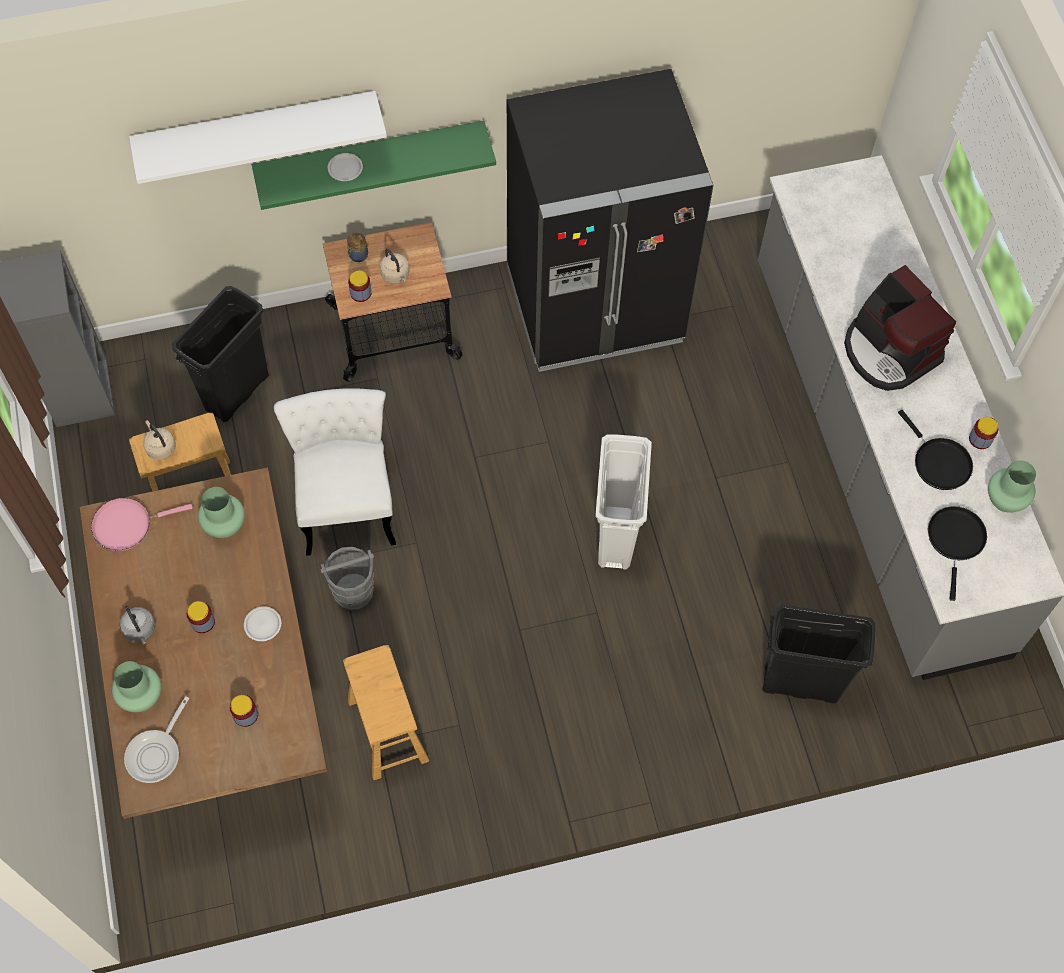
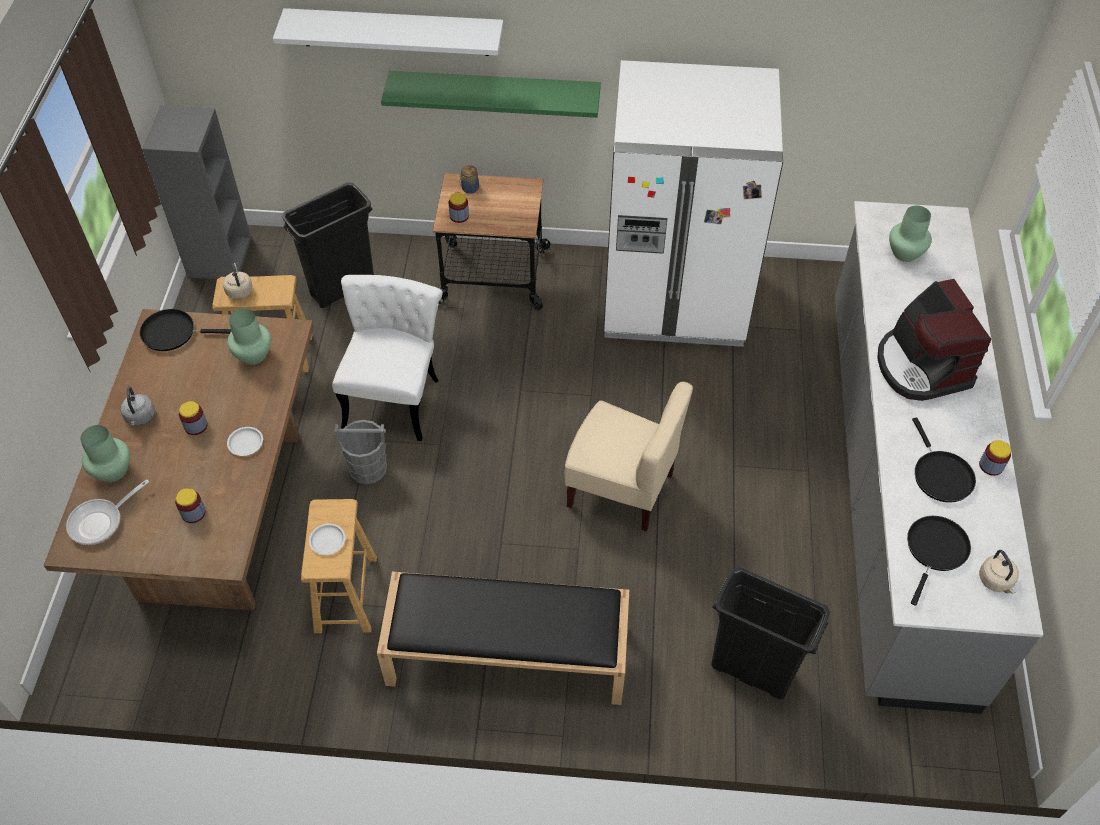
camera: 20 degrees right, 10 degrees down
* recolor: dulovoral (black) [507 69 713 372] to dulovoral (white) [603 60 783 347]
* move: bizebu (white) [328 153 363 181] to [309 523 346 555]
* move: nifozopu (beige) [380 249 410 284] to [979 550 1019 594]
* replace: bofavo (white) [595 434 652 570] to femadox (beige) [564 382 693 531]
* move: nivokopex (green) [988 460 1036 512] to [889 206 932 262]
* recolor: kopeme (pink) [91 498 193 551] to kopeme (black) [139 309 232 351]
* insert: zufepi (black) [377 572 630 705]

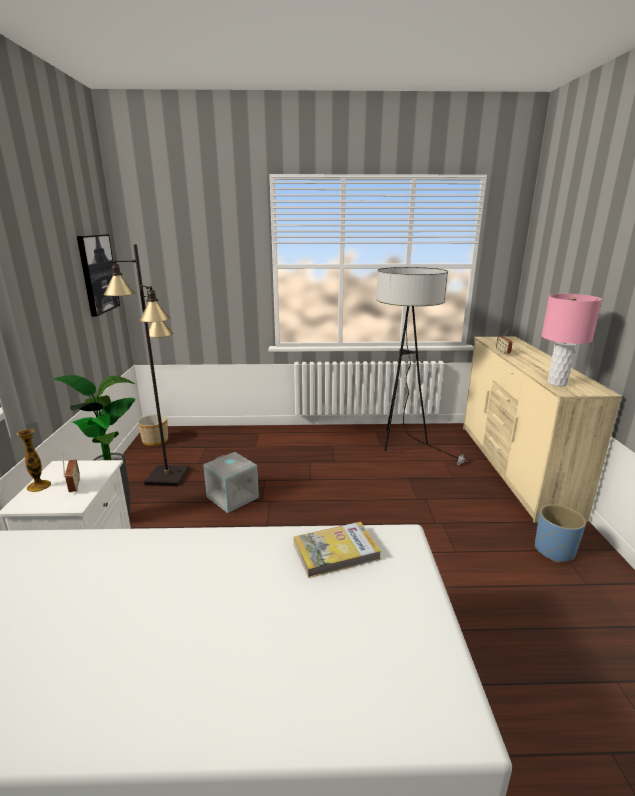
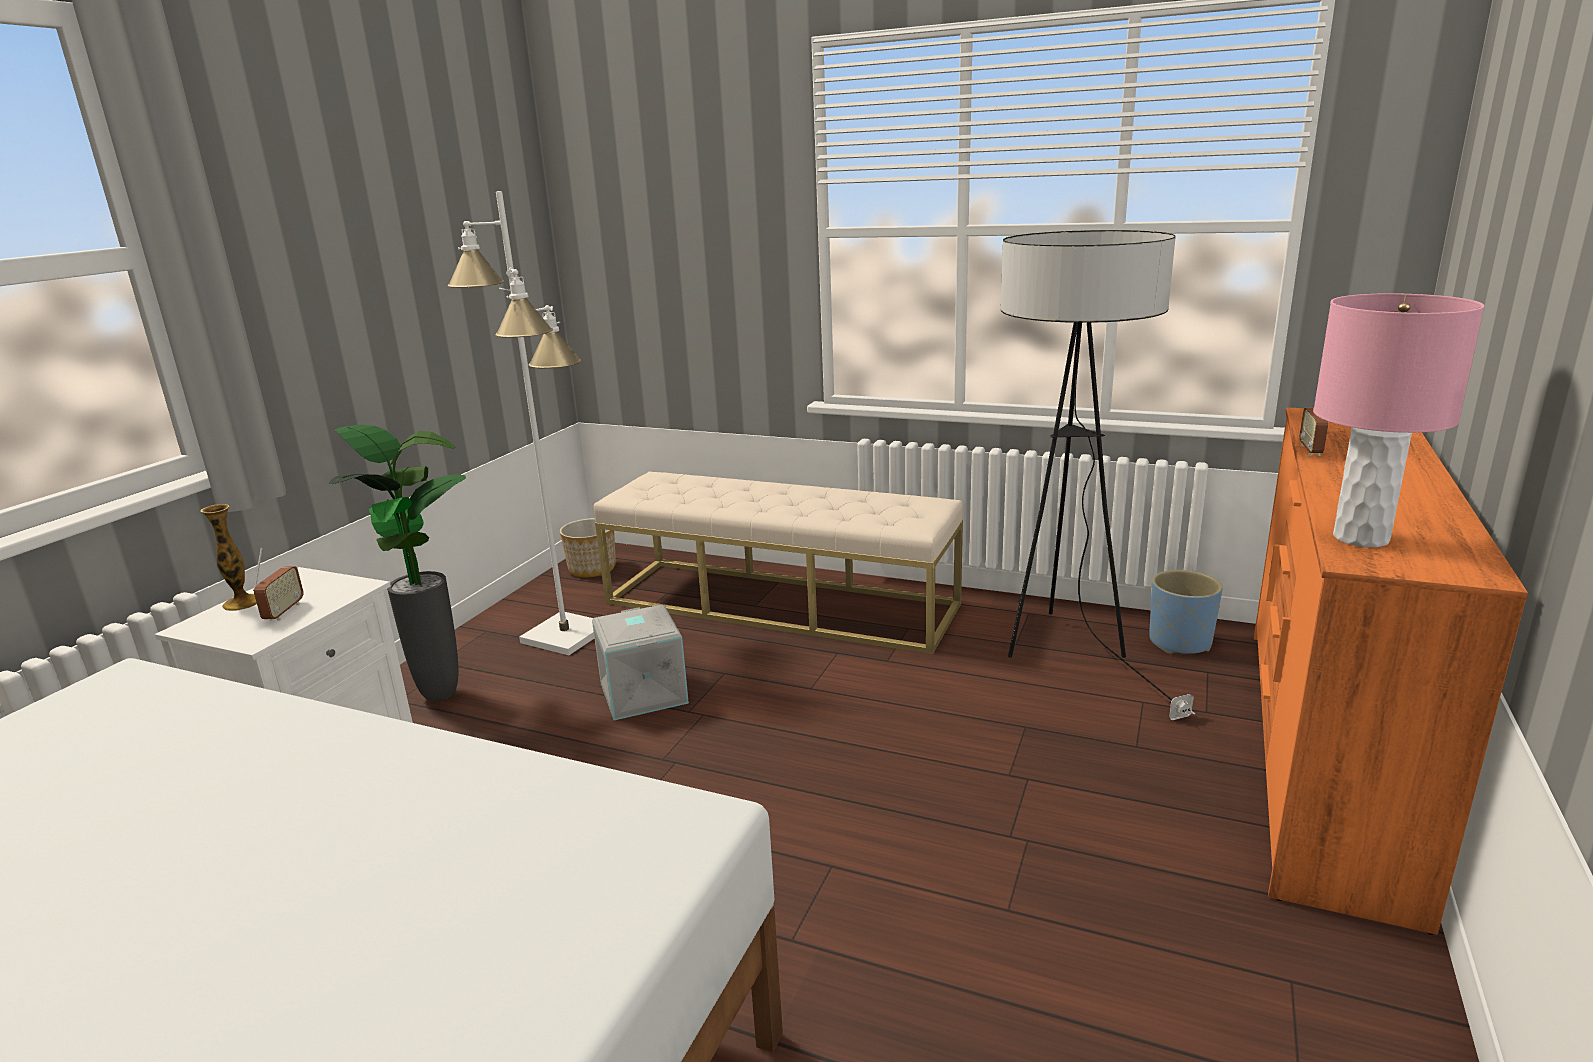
camera: 25 degrees right, 0 degrees up
* delete: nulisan [77 234 120 316]
* recolor: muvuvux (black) [104 244 189 486] to muvuvux (white) [448 191 594 655]
* recolor: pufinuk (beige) [463 337 622 523] to pufinuk (orange) [1254 407 1528 935]
* move: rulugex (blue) [535 504 586 563] to [1149 570 1223 654]
* delete: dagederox [294 522 381 578]
* insert: zufepi (beige) [593 472 963 655]

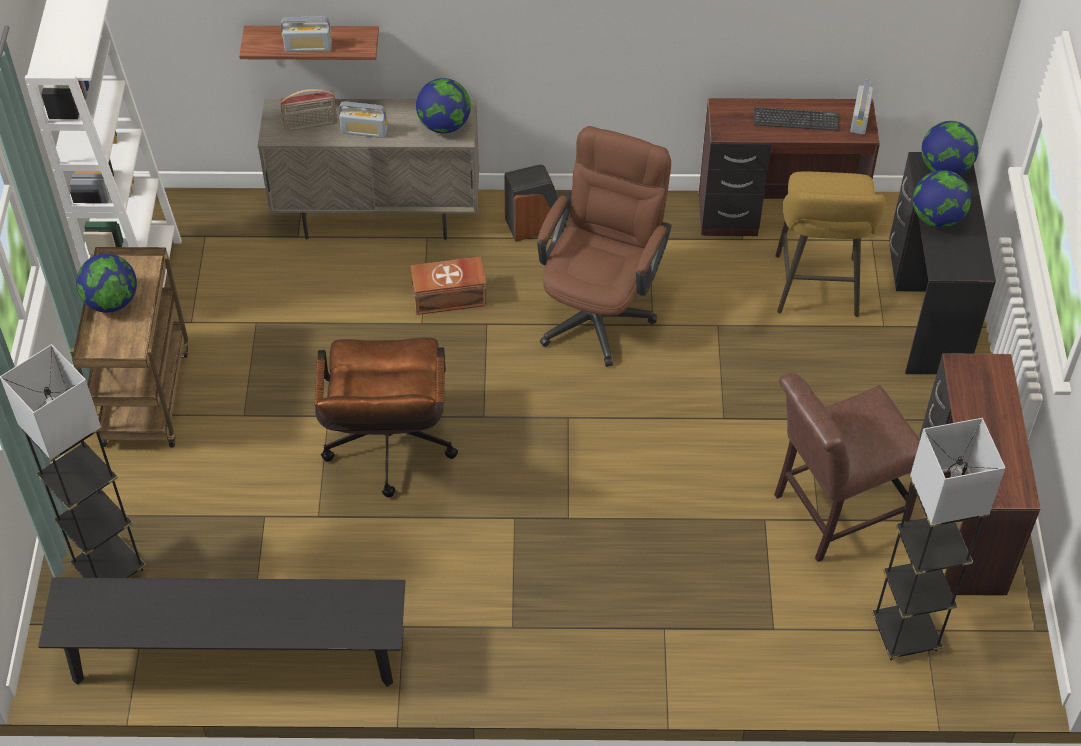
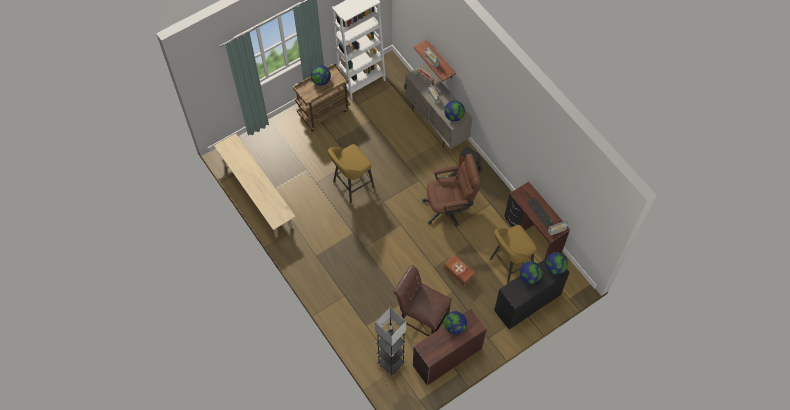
camera: 55 degrees right, 10 degrees up
* move: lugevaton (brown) [410 256 487 315] to [444 255 474 287]
* replace: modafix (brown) [315 337 458 498] to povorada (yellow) [328 144 375 203]
* delete: muvuvux (grey) [0 344 146 578]
* recolor: zufepi (black) [38 578 405 687] to zufepi (beige) [214 133 296 238]
* insert: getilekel [444 311 467 334]

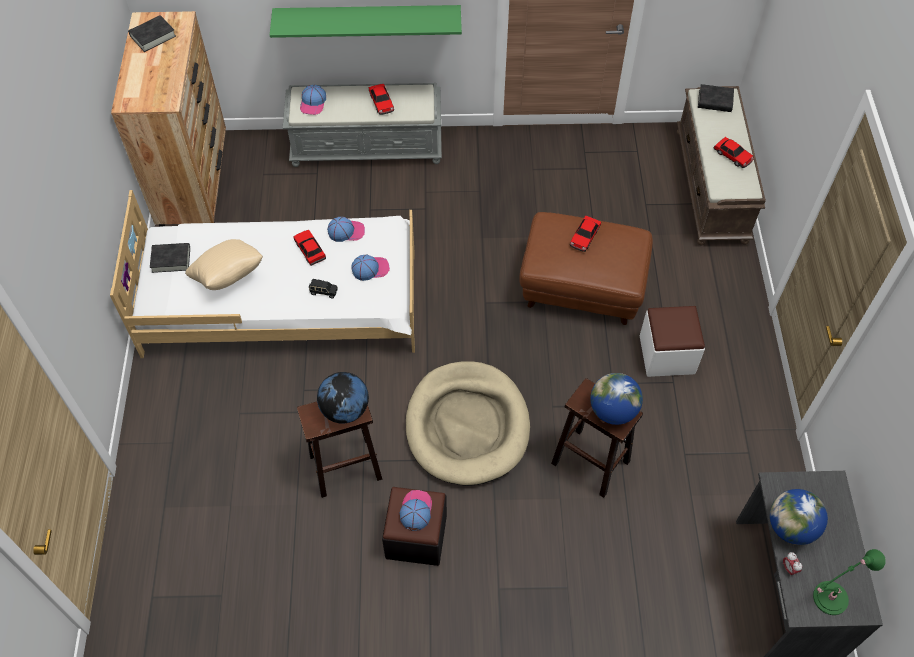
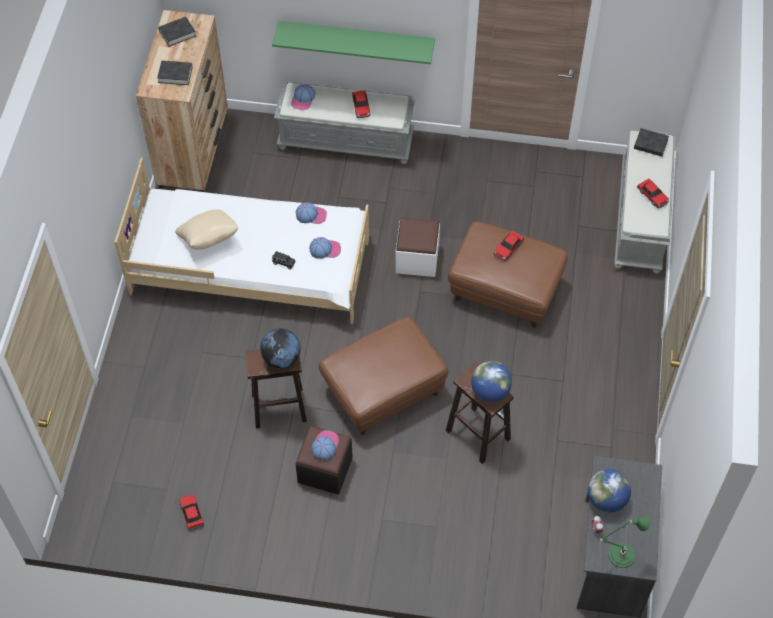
camera: 10 degrees right, 0 degrees up
* recolor: zufepi (brown) [677 86 766 246] to zufepi (grey) [614 129 676 274]
* move: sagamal [293 230 326 266] to [179 494 204 531]
* move: dagederox (black) [150 243 190 273] to [157 61 192 85]
* move: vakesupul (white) [640 306 705 377] to [395 217 440 277]
* replace: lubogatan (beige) [406 361 530 486] to vakesupul (brown) [319 317 449 435]

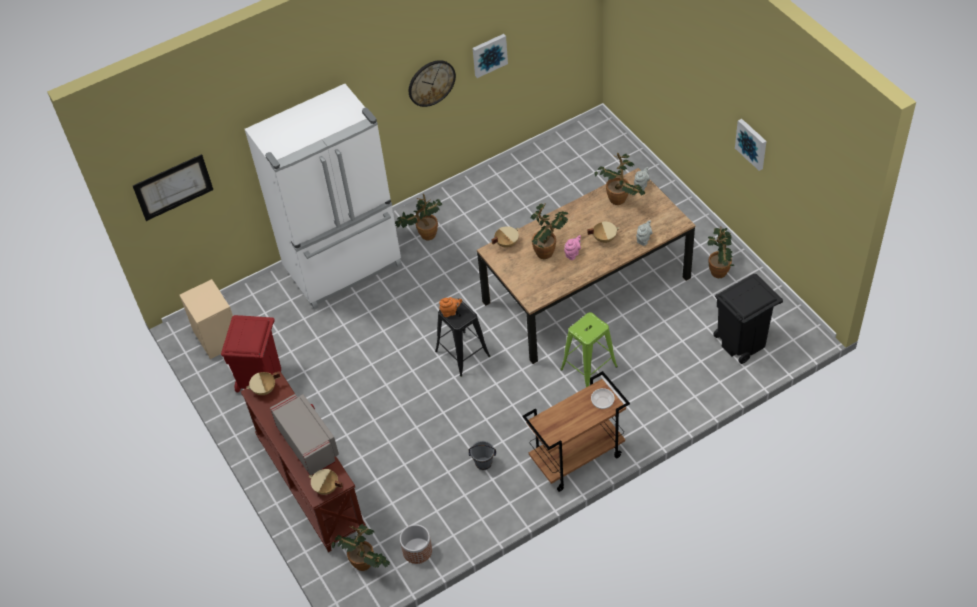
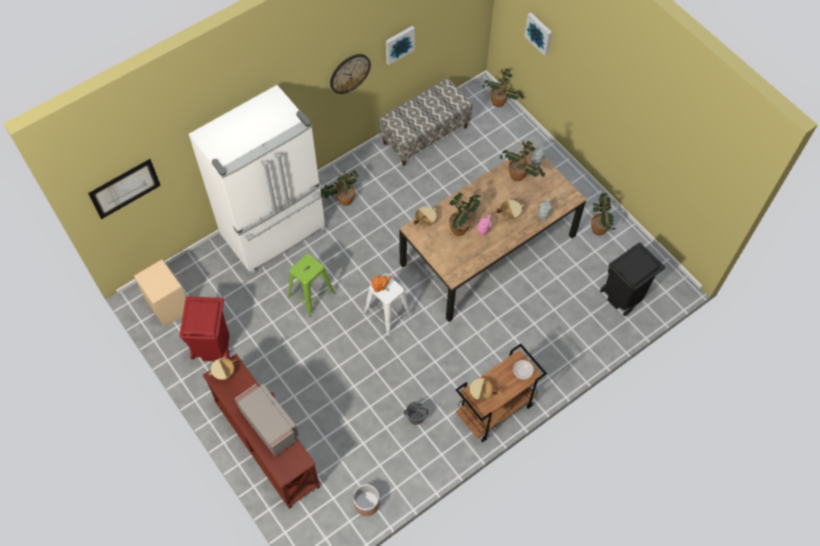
camera: 10 degrees left, 10 degrees up
* move: nulisan [735 119 767 171] to [524 12 552 56]
* recolor: povorada (black) [435 301 491 377] to povorada (white) [363 273 412 337]
* move: povorada (green) [560 312 618 387] to [287 254 336 317]
* move: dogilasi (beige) [309 469 343 495] to [467 378 498 401]
* move: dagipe [332 524 390 571] to [483 69 524 107]
* insert: zufepi [379 78 472 166]

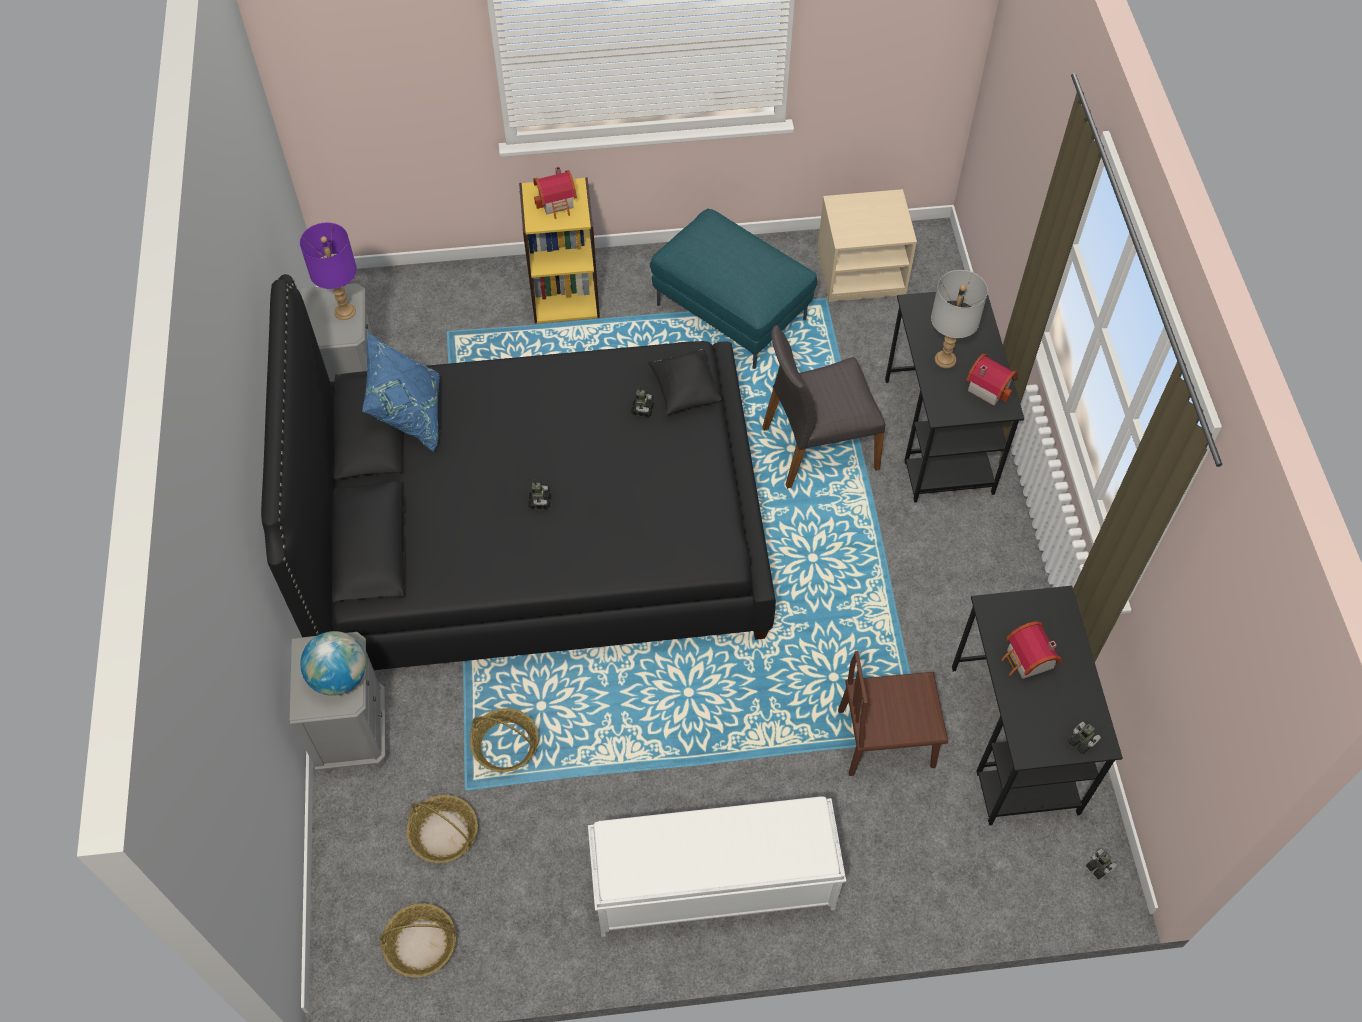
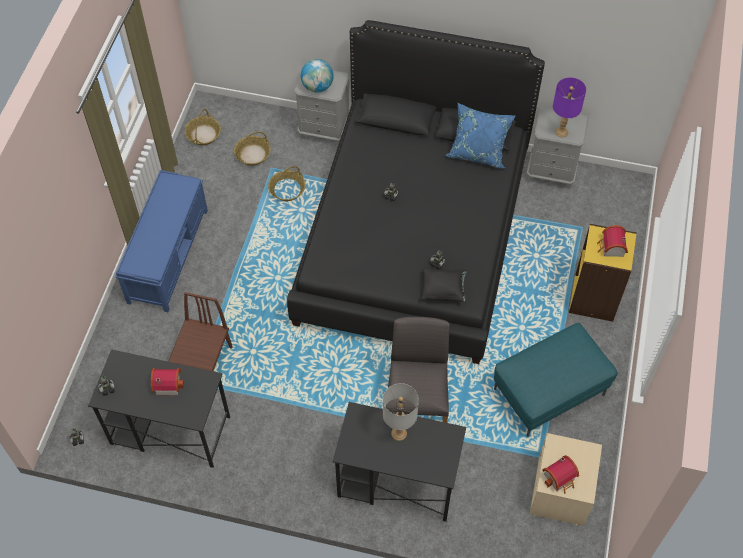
camera: 110 degrees right, 0 degrees up
* move: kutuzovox [966 354 1018 406] to [542 455 579 494]
* recolor: zufepi (white) [588 796 846 937] to zufepi (blue) [116 170 208 312]

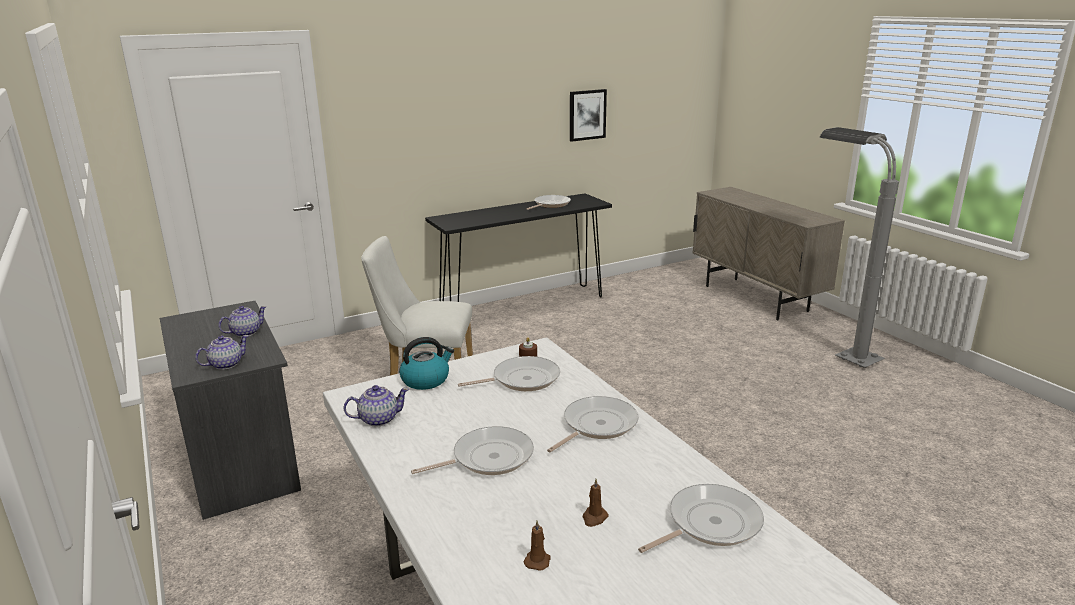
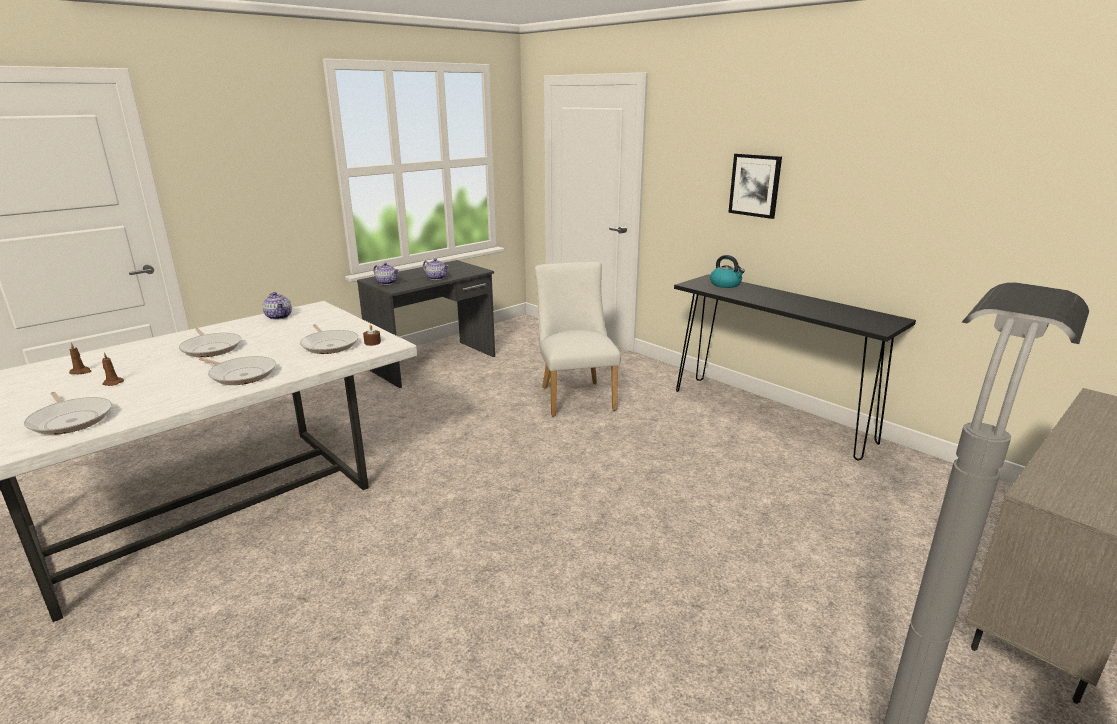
camera: 75 degrees right, 0 degrees up
* move: nulisan [570 89 607 142] to [728 153 782 219]
* delete: kopeme [527 195 571 210]
* move: nifozopu [399 337 454 390] to [710 255 745 288]

